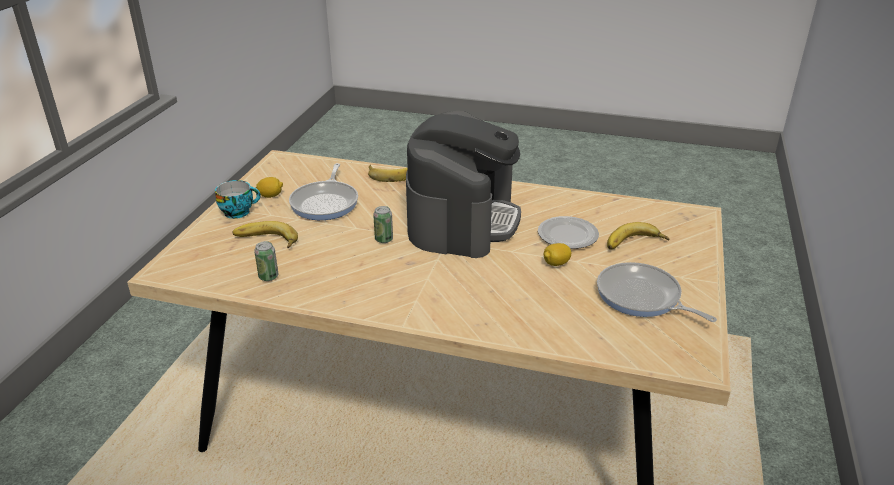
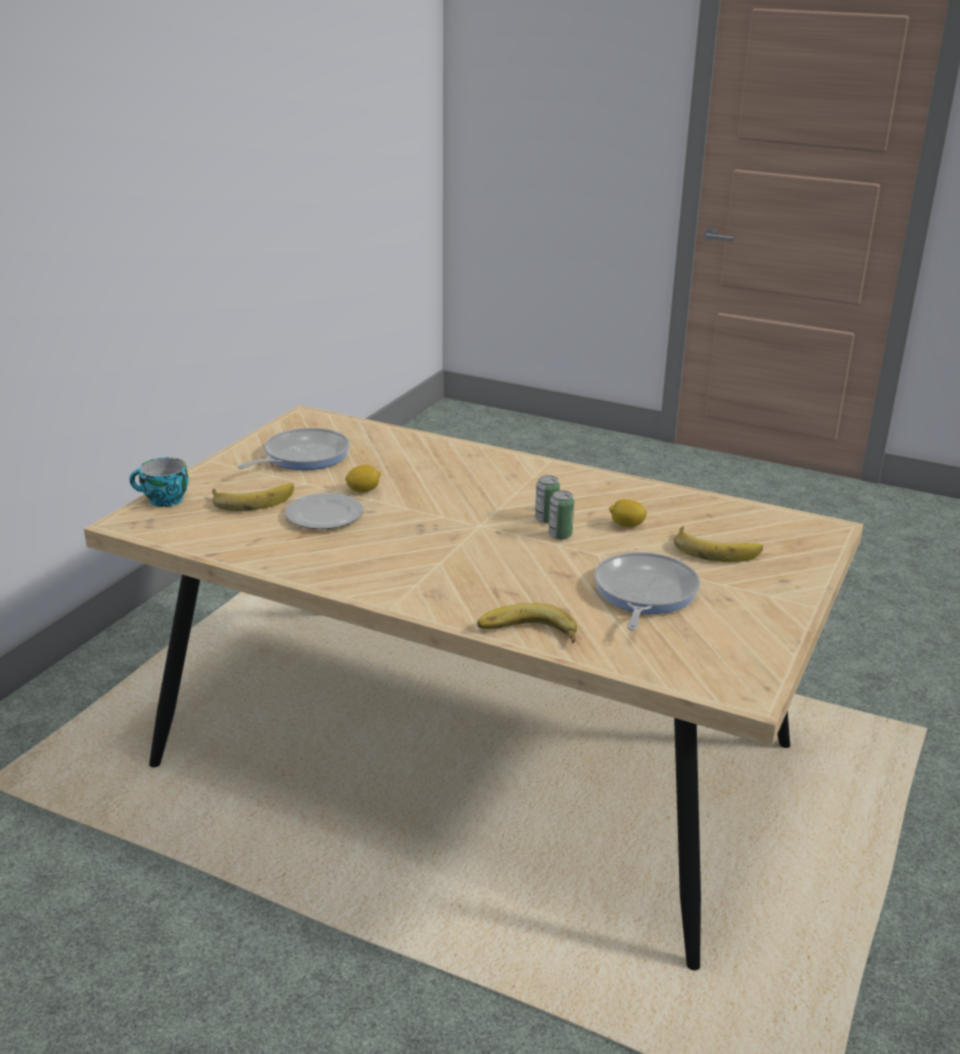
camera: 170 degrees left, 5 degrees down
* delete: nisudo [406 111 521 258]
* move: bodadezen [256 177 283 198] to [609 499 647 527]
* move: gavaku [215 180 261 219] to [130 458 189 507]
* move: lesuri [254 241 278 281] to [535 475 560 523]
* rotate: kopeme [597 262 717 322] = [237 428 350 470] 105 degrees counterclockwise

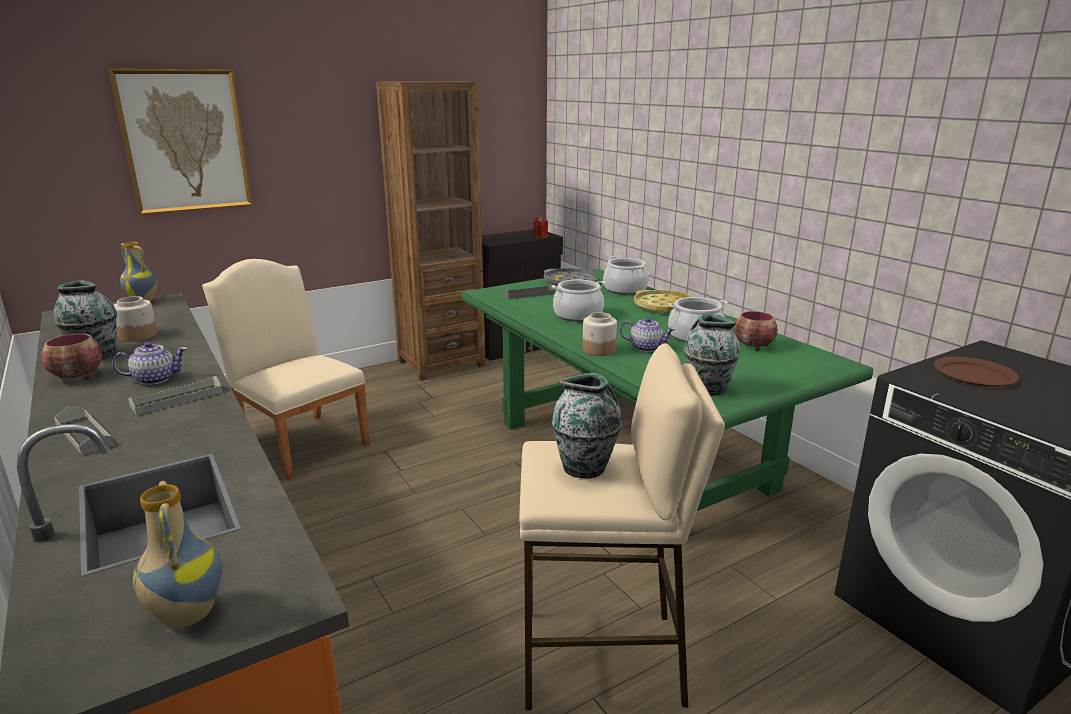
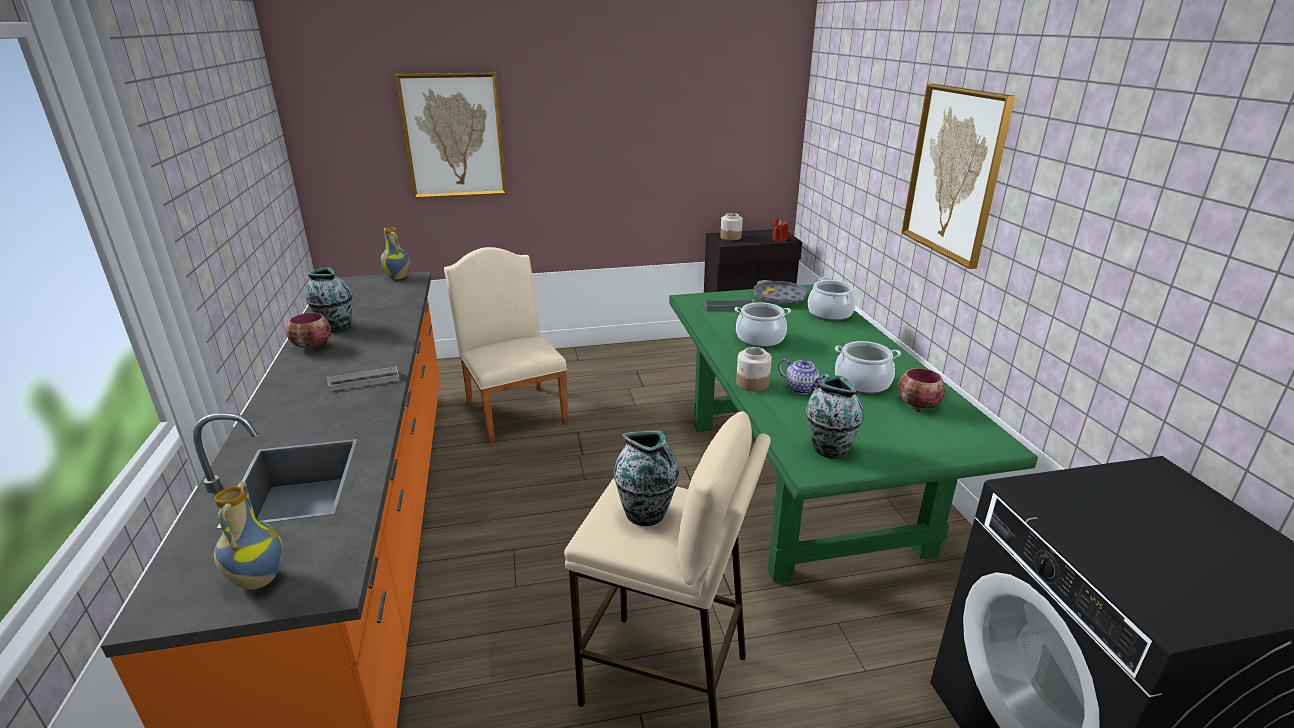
camera: 20 degrees right, 5 degrees up
* delete: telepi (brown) [376 81 486 381]
* delete: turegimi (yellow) [634 290 691 314]
* move: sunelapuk [114 296 157 342] to [720 213 743 240]
* delete: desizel [112 342 187 385]
* delete: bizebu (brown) [934 357 1019 387]
* delete: turegimi (grey) [54 407 114 455]
* insert: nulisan [902 84 1016 269]

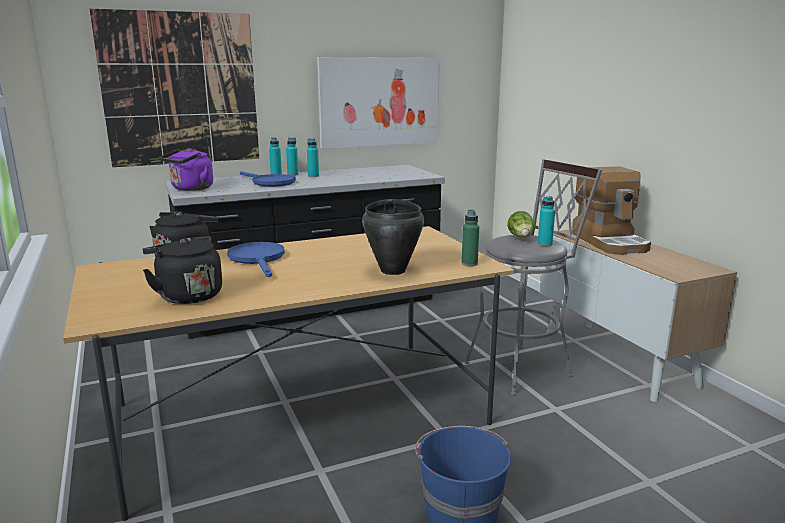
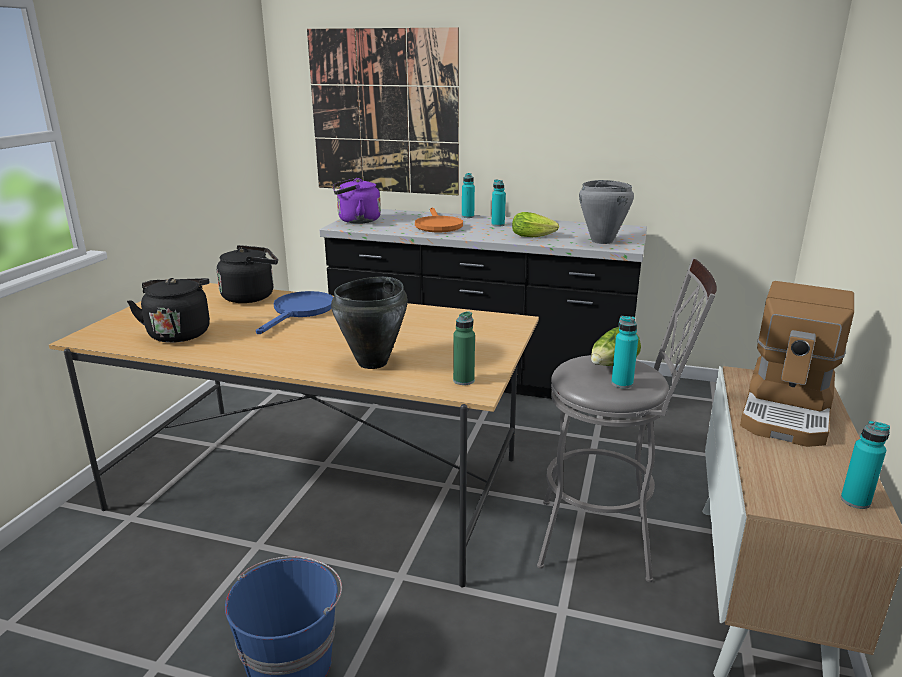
camera: 40 degrees right, 5 degrees up
* delete: nulisan [317 57 440 149]
* move: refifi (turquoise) [286 137 298 176] to [841 421 890 509]
* recolor: kopeme (blue) [240 171 296 187] to kopeme (orange) [415 208 463 232]
* insert: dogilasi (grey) [579 180 634 244]
* insert: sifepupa [512 212 559 237]

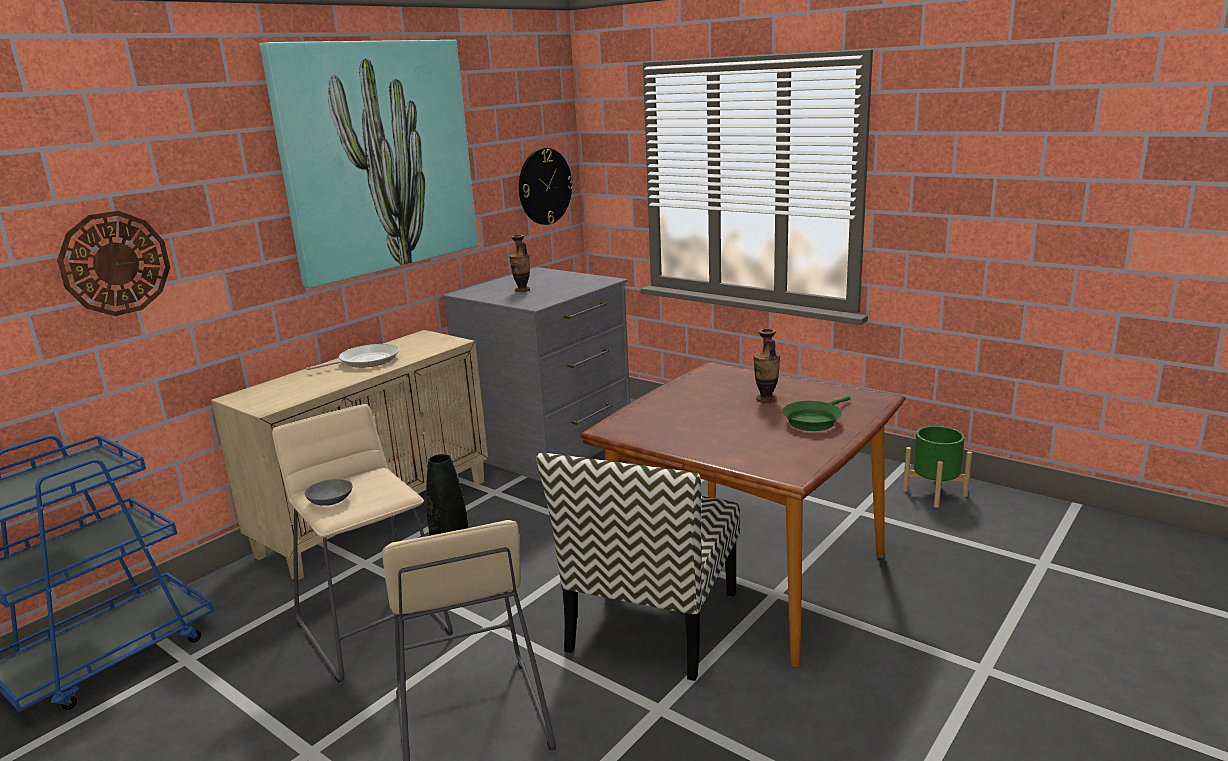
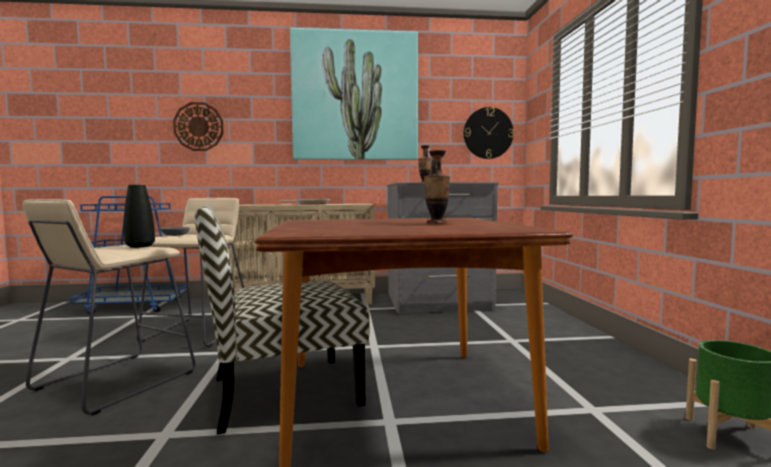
camera: 45 degrees right, 15 degrees down
* delete: kopeme (green) [782 396 850 431]

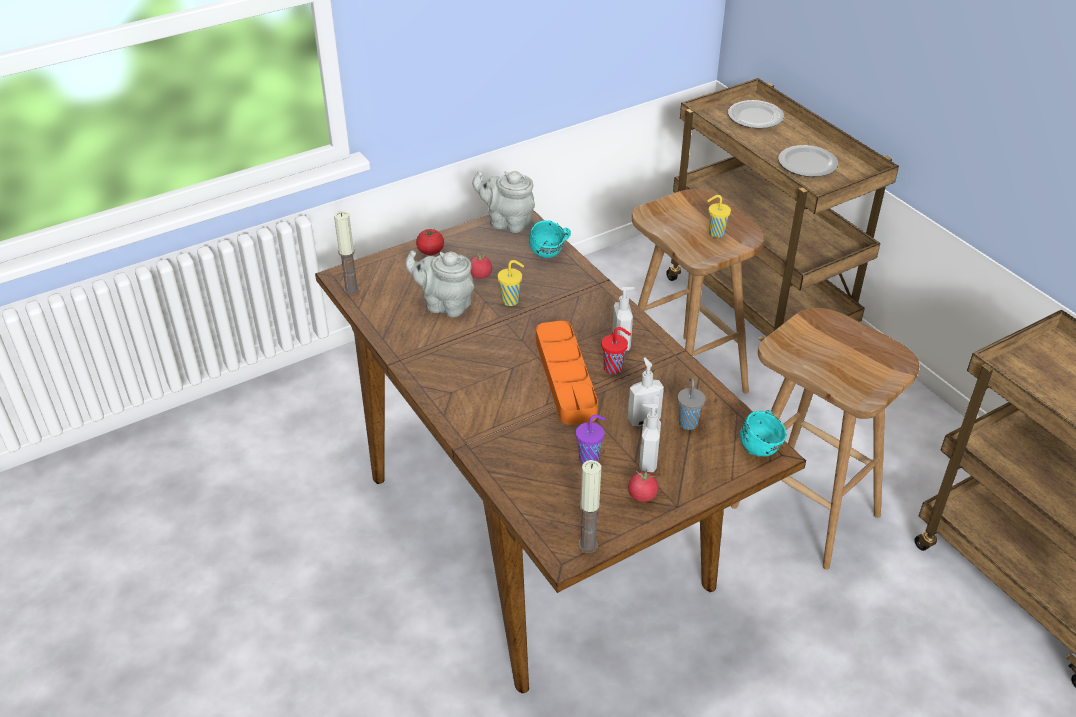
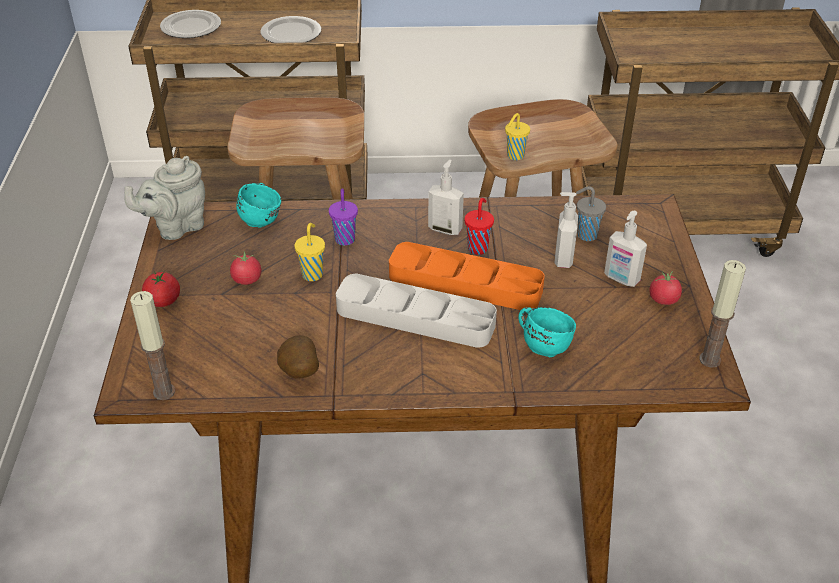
camera: 60 degrees left, 0 degrees up
* move: gavaku (yellow) [707 195 731 238] to [505 113 530 160]
* delete: desizel (grey) [405 250 474 317]
* move: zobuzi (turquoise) [740 410 787 457] to [518 307 576 357]
* move: gavaku (purple) [576 415 605 463] to [329 188 358 246]
* insert: turegimi (grey) [336 274 497 348]
* insert: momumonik [277 335 319 379]

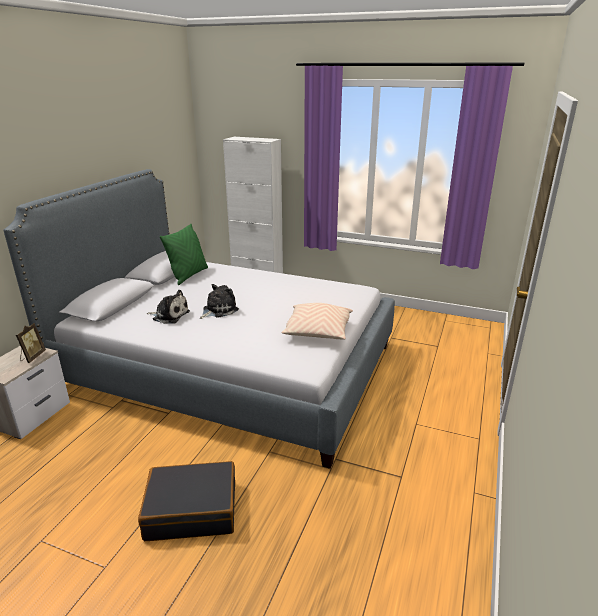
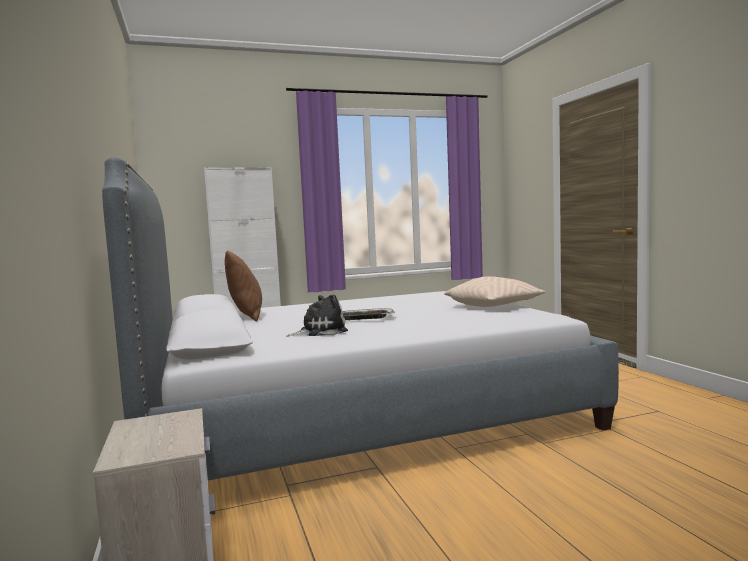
camera: 40 degrees left, 20 degrees down
* recolor: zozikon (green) [160 224 208 285] to zozikon (brown) [224 250 262 321]
* replace: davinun [200 284 239 319] to turegimi [342 308 395 320]
* delete: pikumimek [16 323 46 363]
* delete: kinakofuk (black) [138 461 235 541]

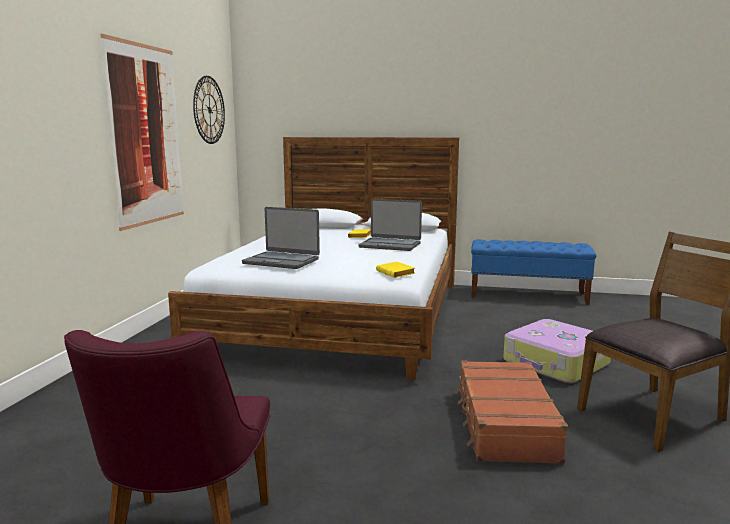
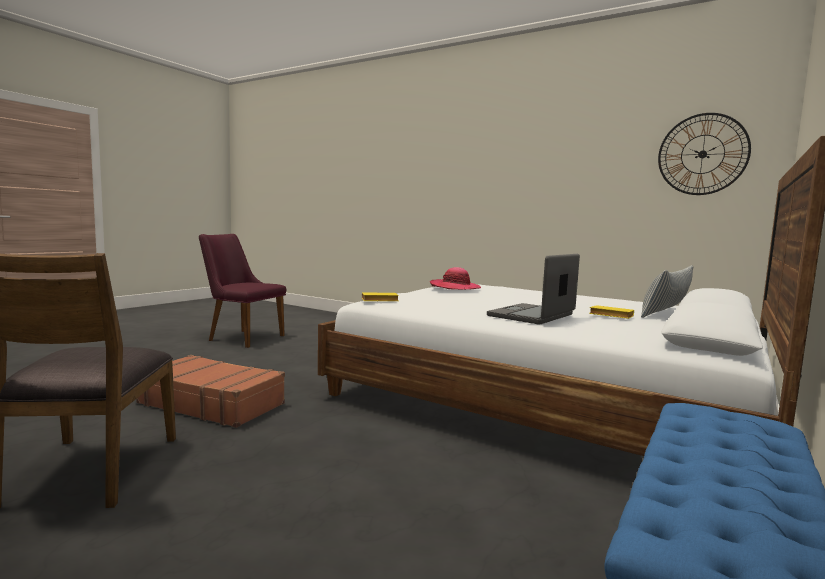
camera: 110 degrees right, 5 degrees down
* delete: nulisan [101 34 184 231]
* replace: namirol [242 207 320 269] to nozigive [430 267 481 290]
* delete: kinakofuk [503 319 611 383]
* insert: zozikon [641 265 693 318]

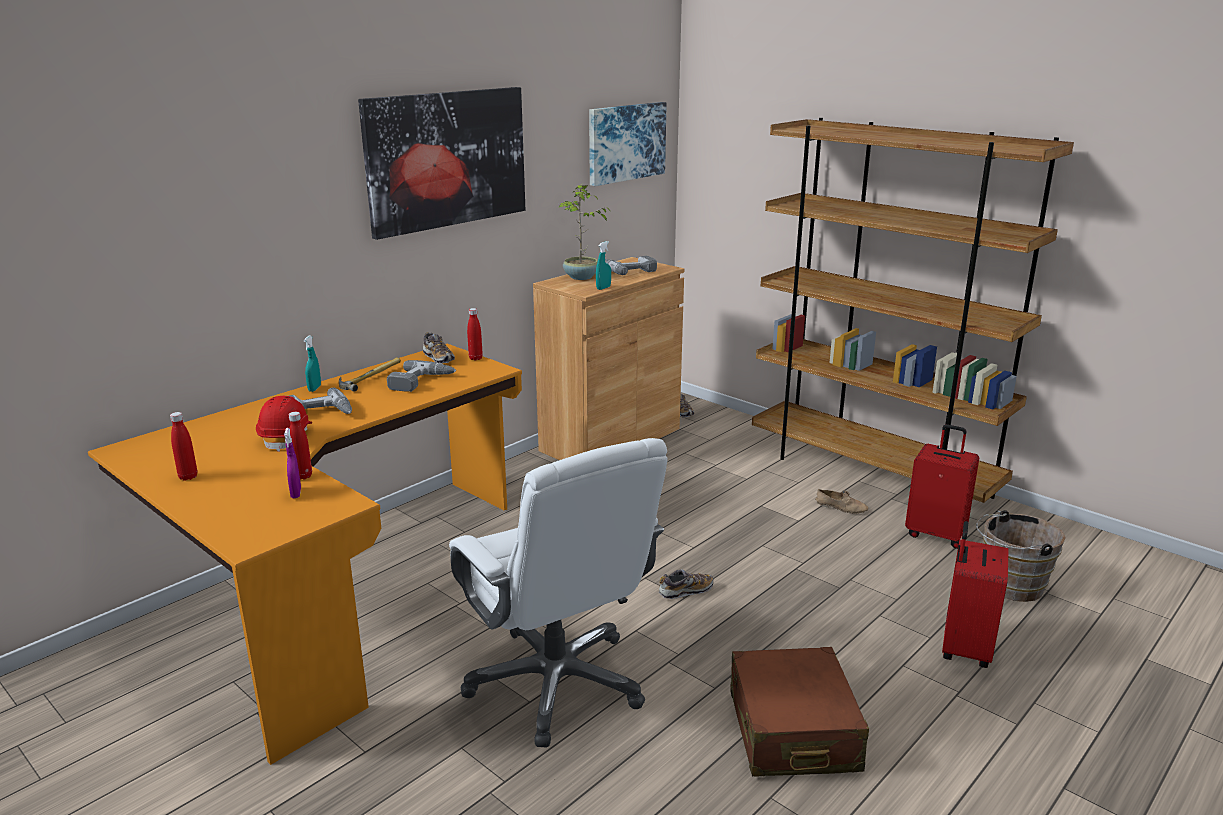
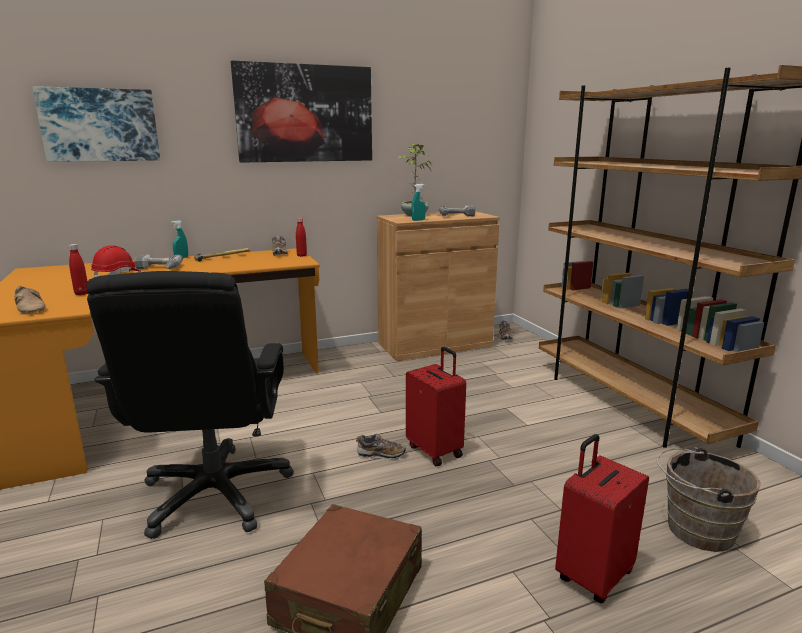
camera: 25 degrees right, 5 degrees down
* move: nulisan [589 102 667 186] to [33 86 160 162]
* delete: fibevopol [387 360 456 392]
* delete: refifi (red) [170 412 197 480]
* move: kinakofuk (red) [905 424 979 549] to [406 347 466 466]
* delete: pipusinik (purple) [284 428 301 498]
* recolor: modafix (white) [449 438 668 748] to modafix (black) [87 271 294 539]
* move: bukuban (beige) [815 489 868 514] to [14 286 45 313]

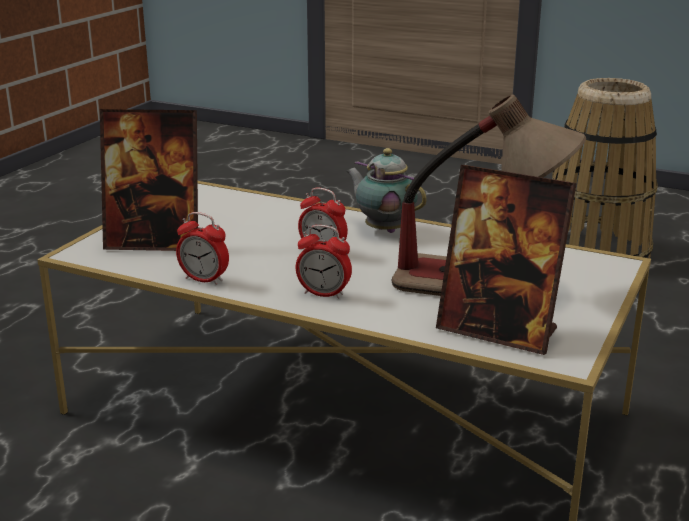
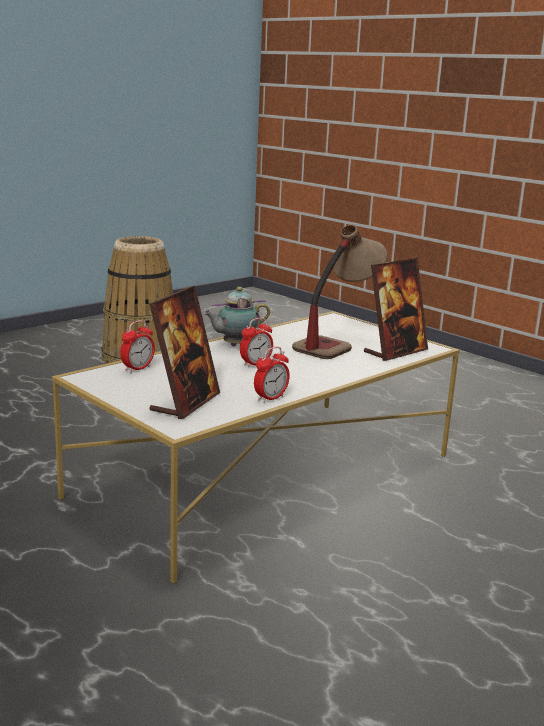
camera: 70 degrees left, 5 degrees down
* move: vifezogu [296 225 352 299] to [120 320 155 373]

